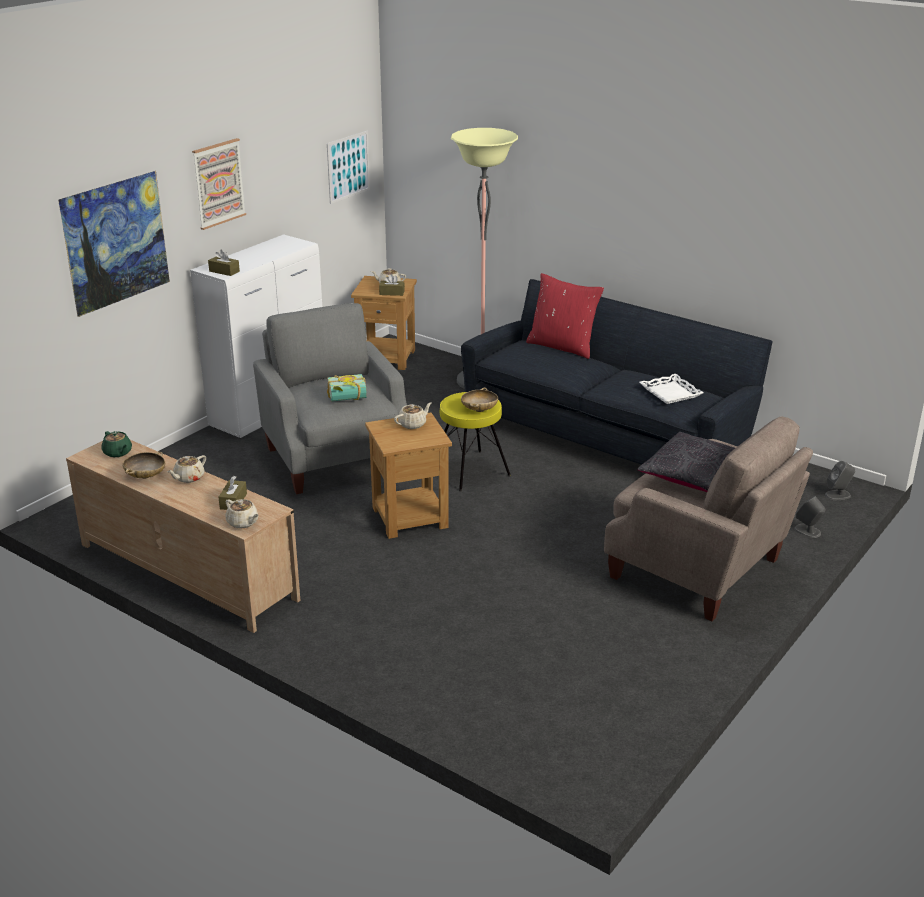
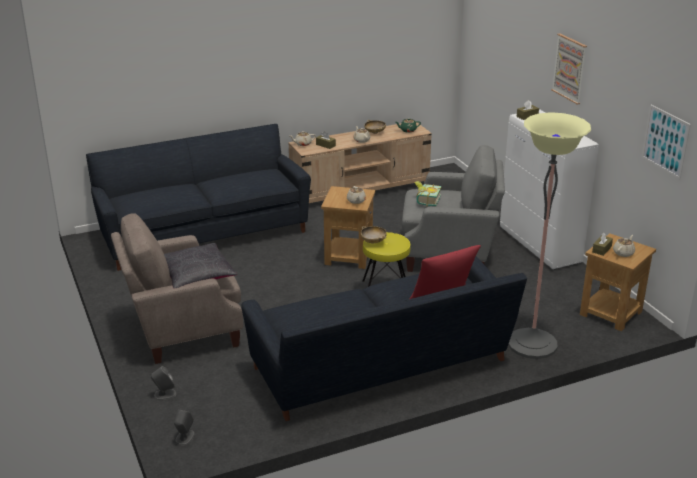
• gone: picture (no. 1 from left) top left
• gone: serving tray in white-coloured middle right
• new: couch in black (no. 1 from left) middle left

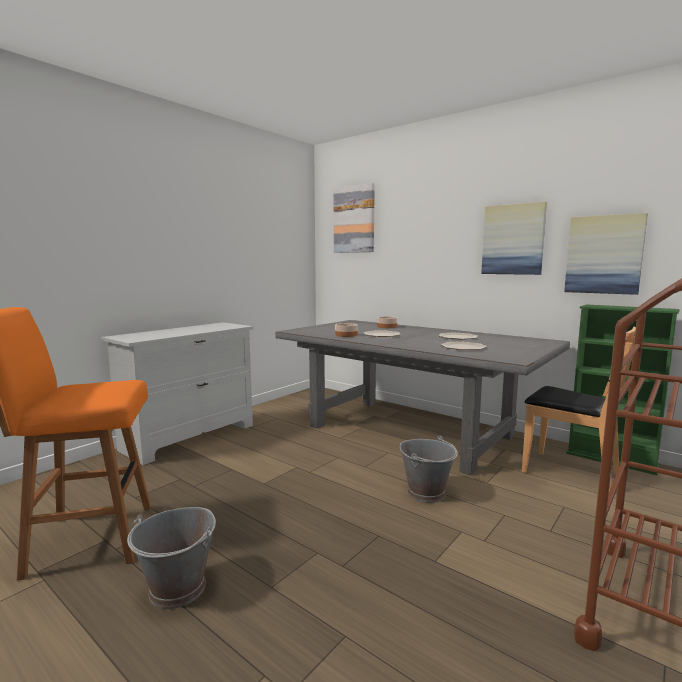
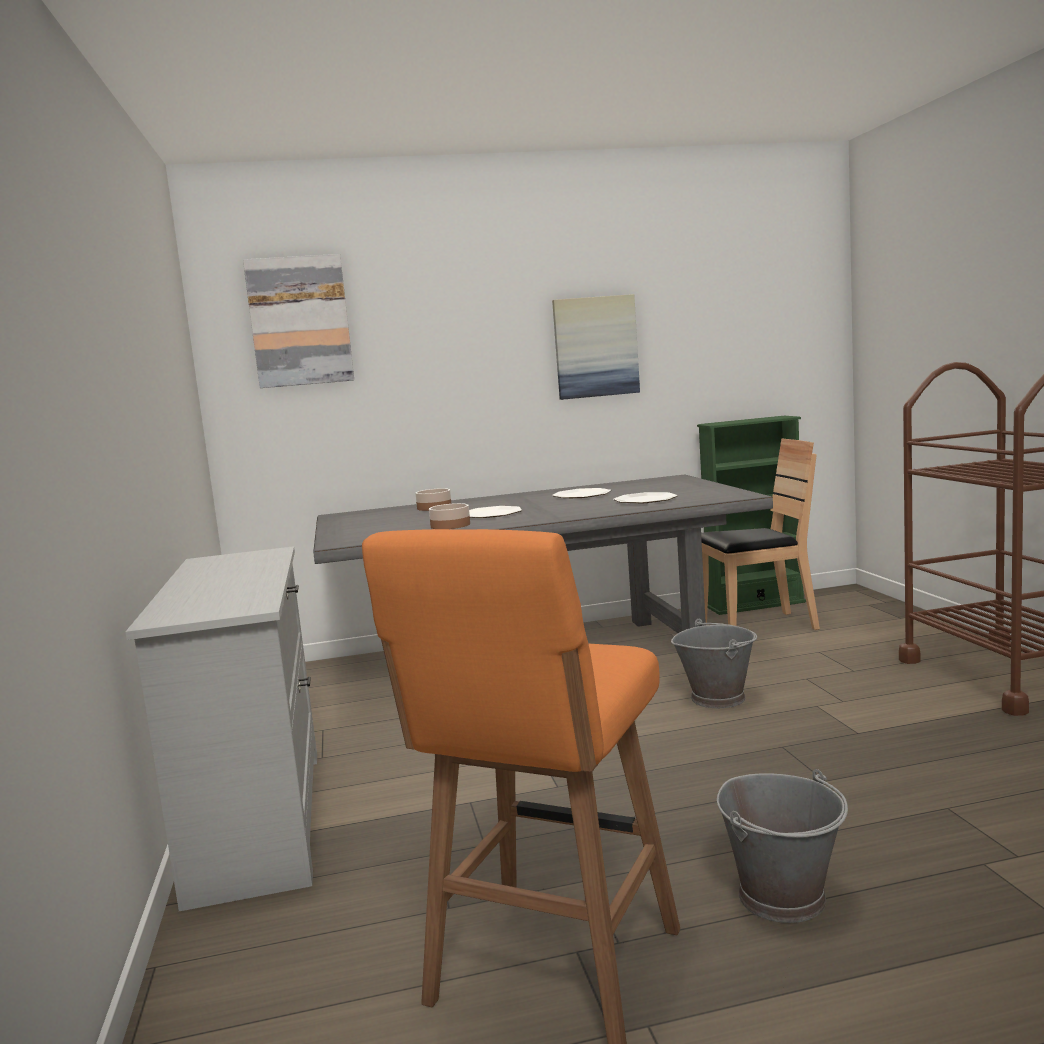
• gone: picture (no. 3 from left) middle right

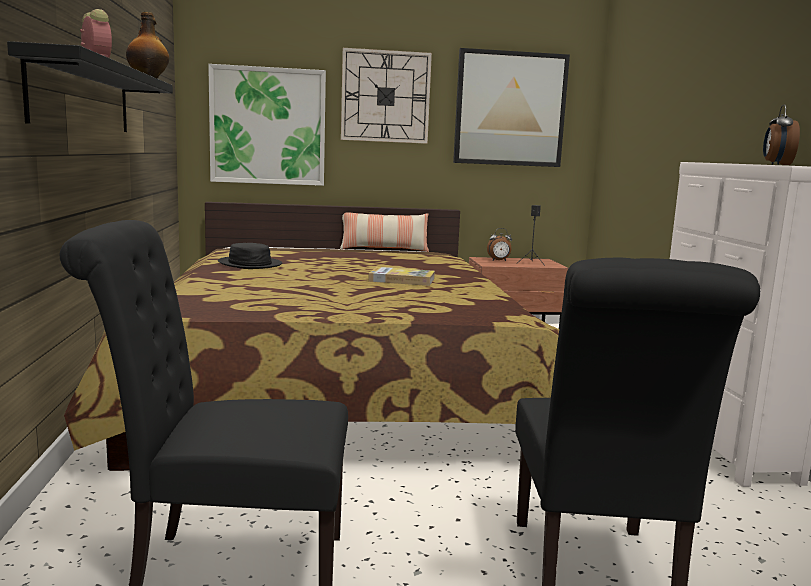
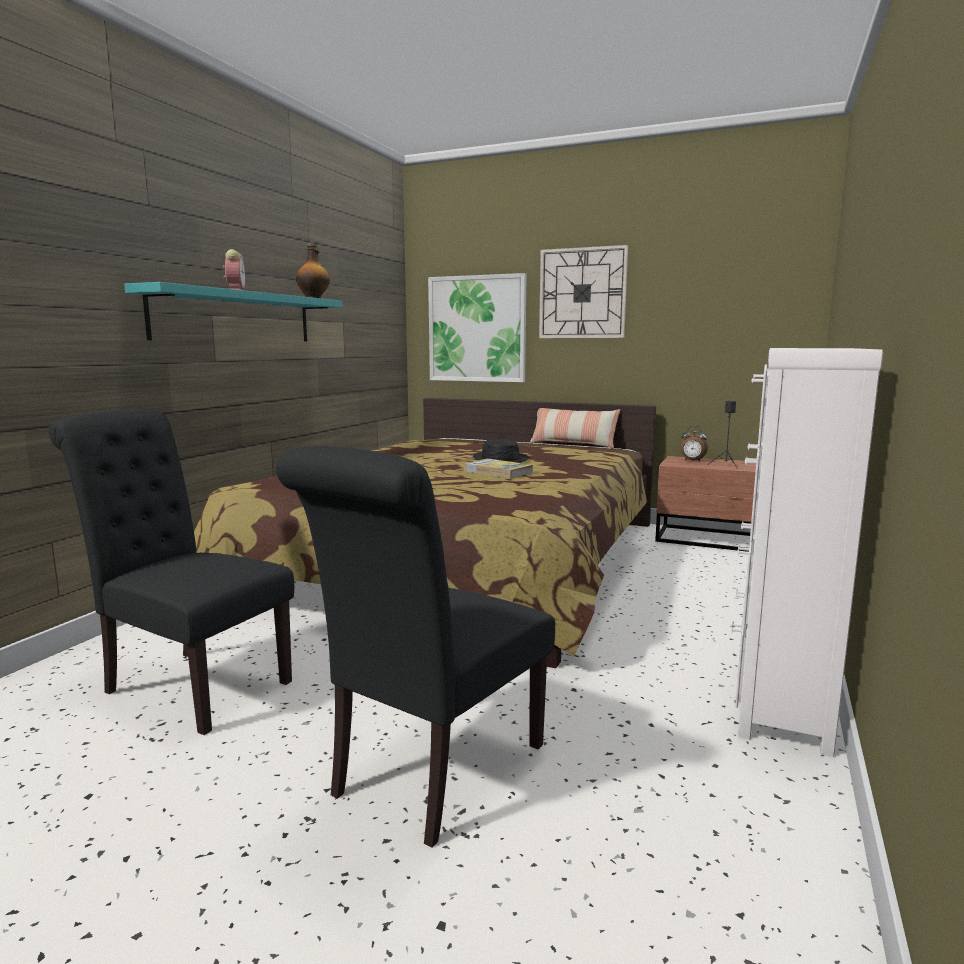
• repainted: shelf in black top left to shelf in turquoise top left
• shifted: hat in black middle left to centre
• gone: picture (no. 2 from left) top centre
• gone: table clock (no. 3 from left) top right

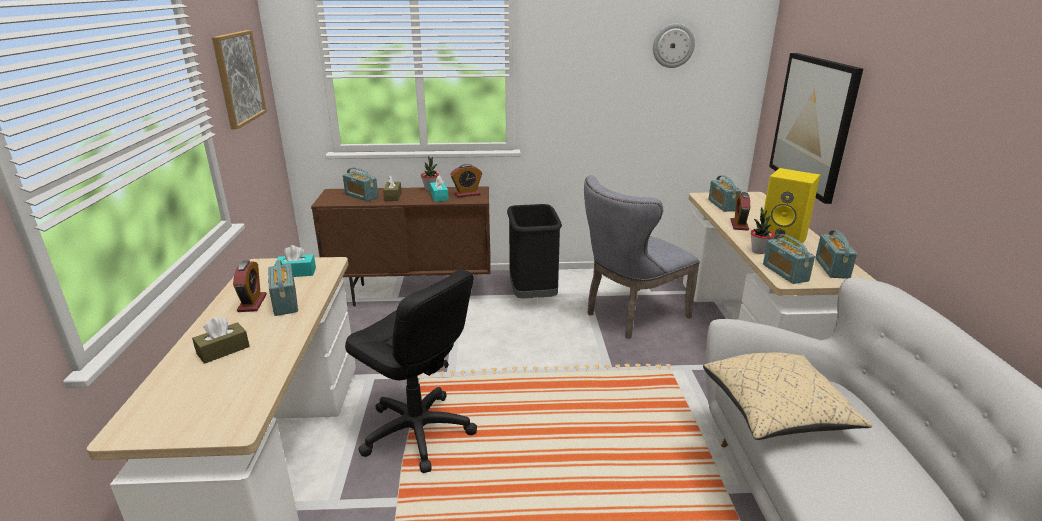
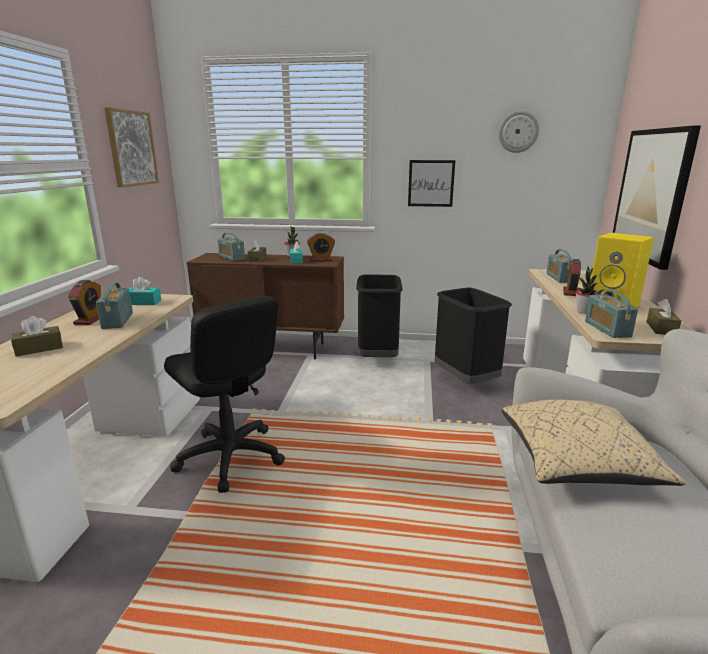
• swapped: plain chair in grey centre to waste bin in black (no. 2 from left) middle right
• swapped: radio receiver (no. 5 from left) middle right to tissue holder in brownish (no. 3 from left) middle right
• new: picture (no. 2 from left) top centre

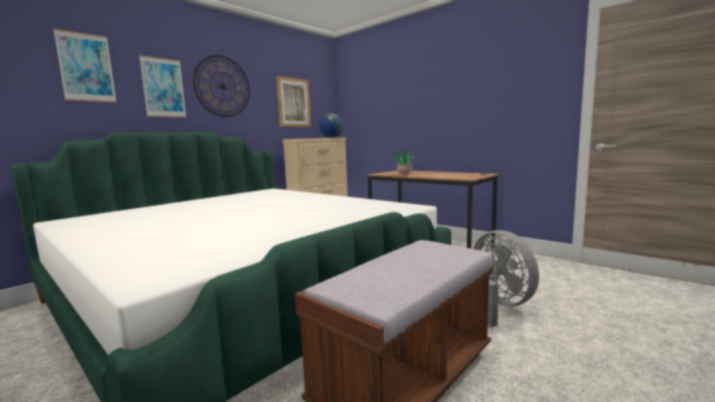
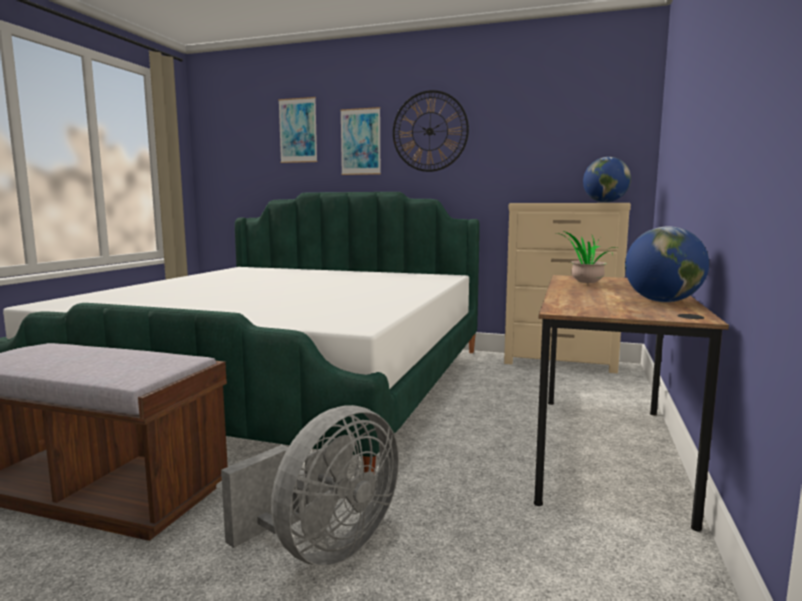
• gone: picture (no. 3 from left) top centre
• new: desk globe (no. 2 from left) middle right

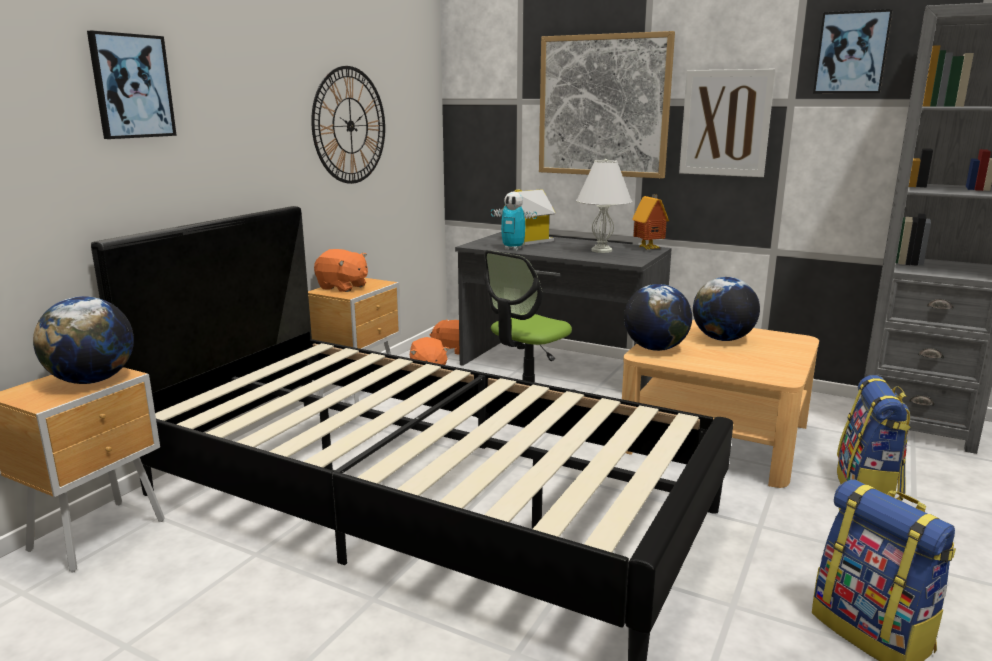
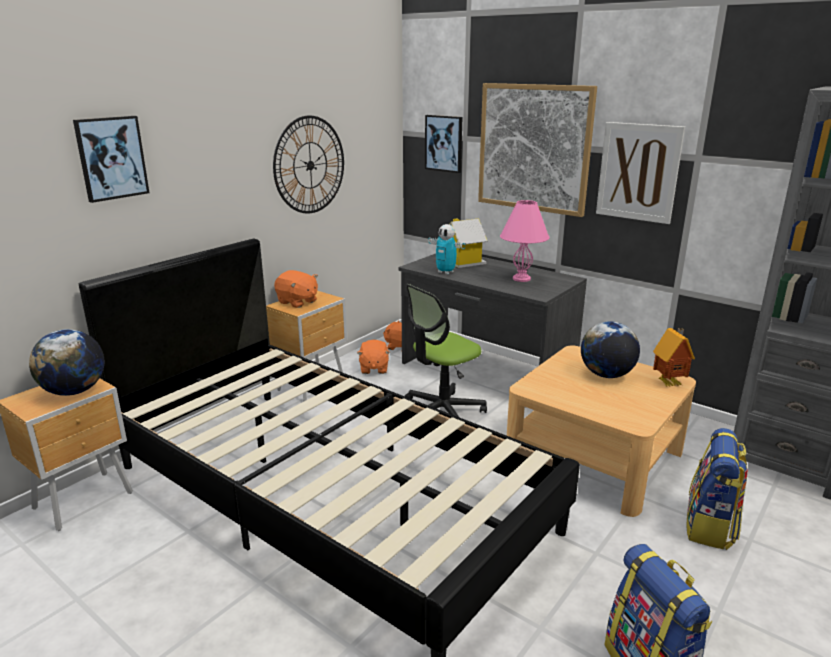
• repainted: table lamp in white-coloured top centre to table lamp in pinkish centre
• gone: desk globe (no. 2 from left) centre
• shifted: miniature house (no. 2 from left) centre to middle right
• shifted: picture (no. 4 from left in the first image) top right to picture (no. 2 from left) top centre

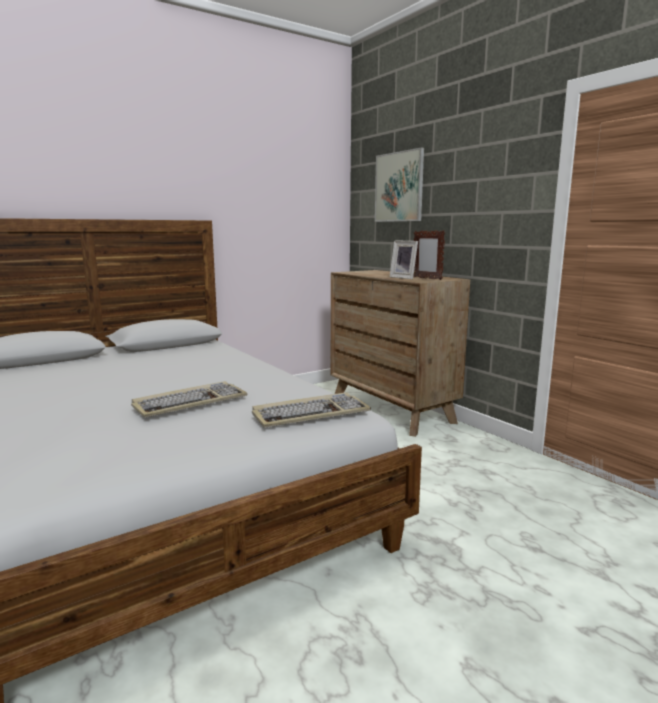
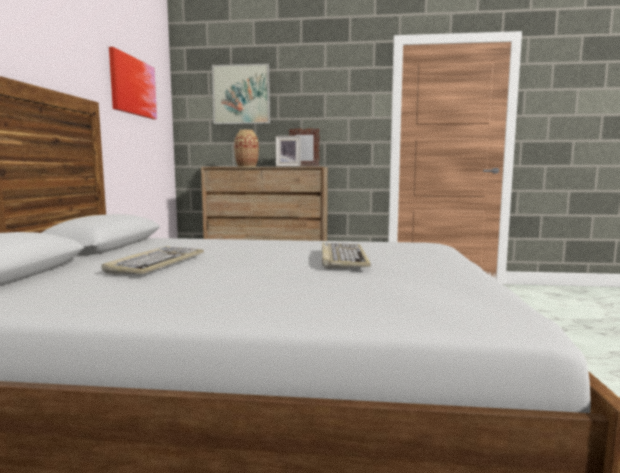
• shifted: computer keyboard (no. 2 from left in the first image) centre to computer keyboard (no. 1 from left) middle left
• new: picture (no. 1 from left) top left
• new: vase top centre

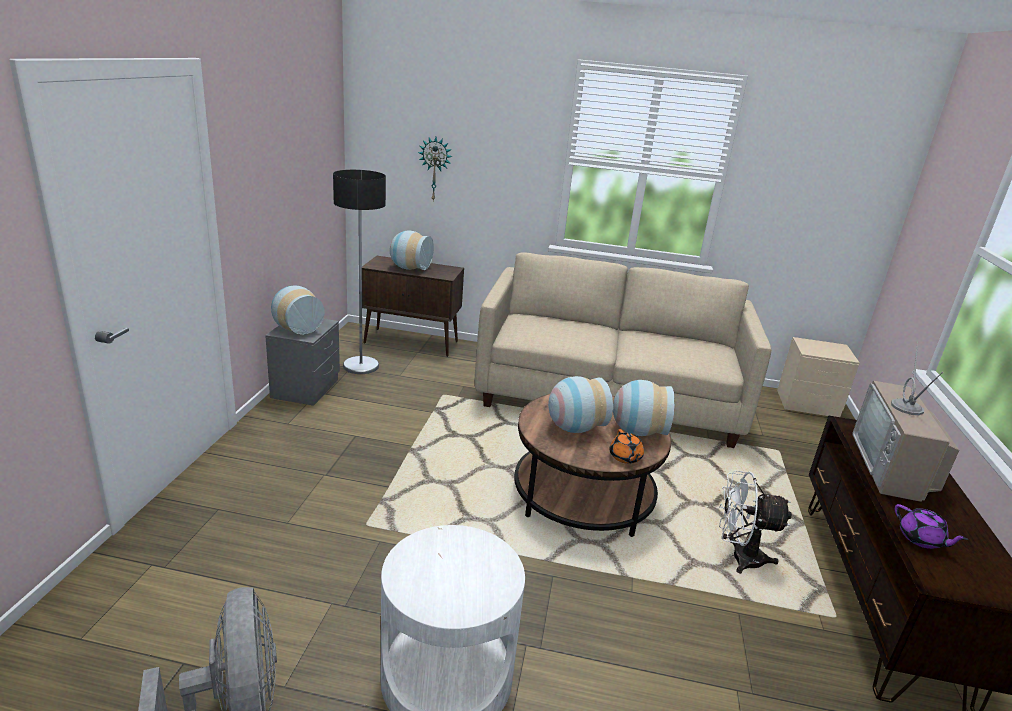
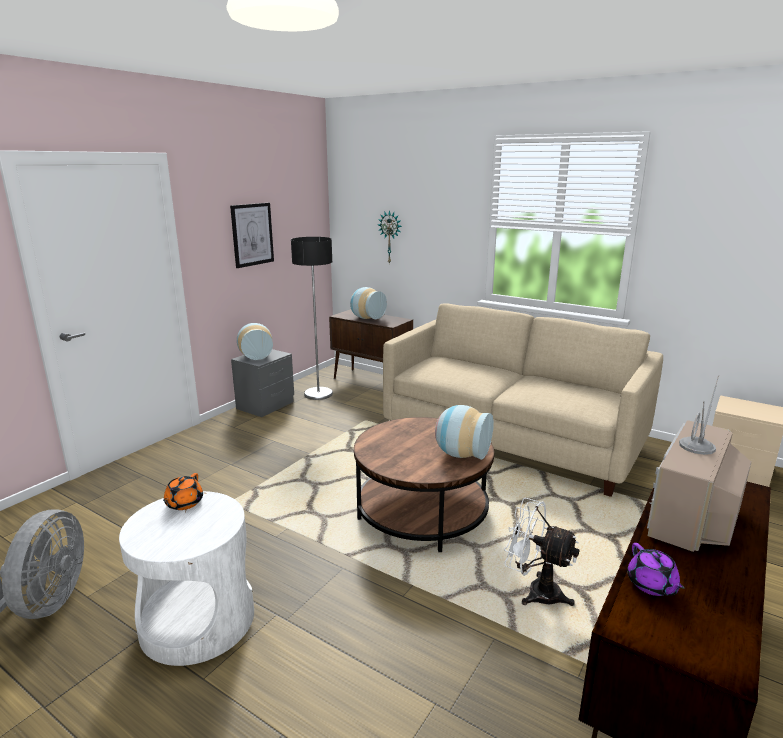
• gone: vase (no. 3 from left) centre
• shifted: tea pot in orange centre to middle left
• new: picture top left

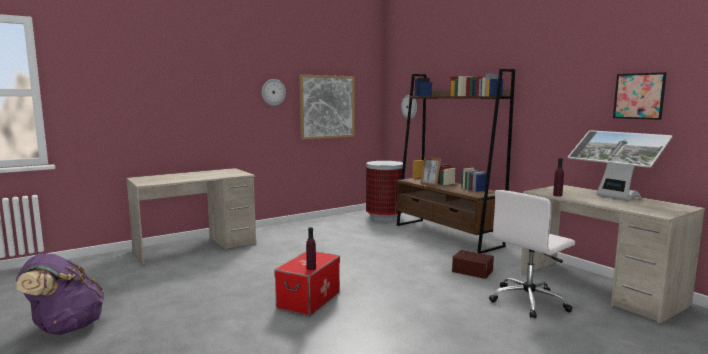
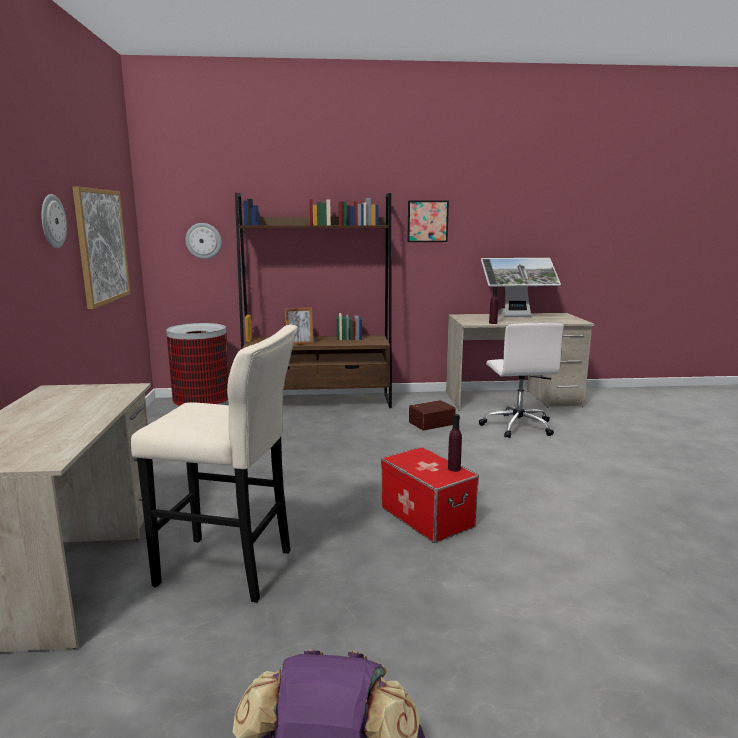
• shifted: picture (no. 2 from left) top right to top centre
• new: sitting stool in beige-coloured middle left

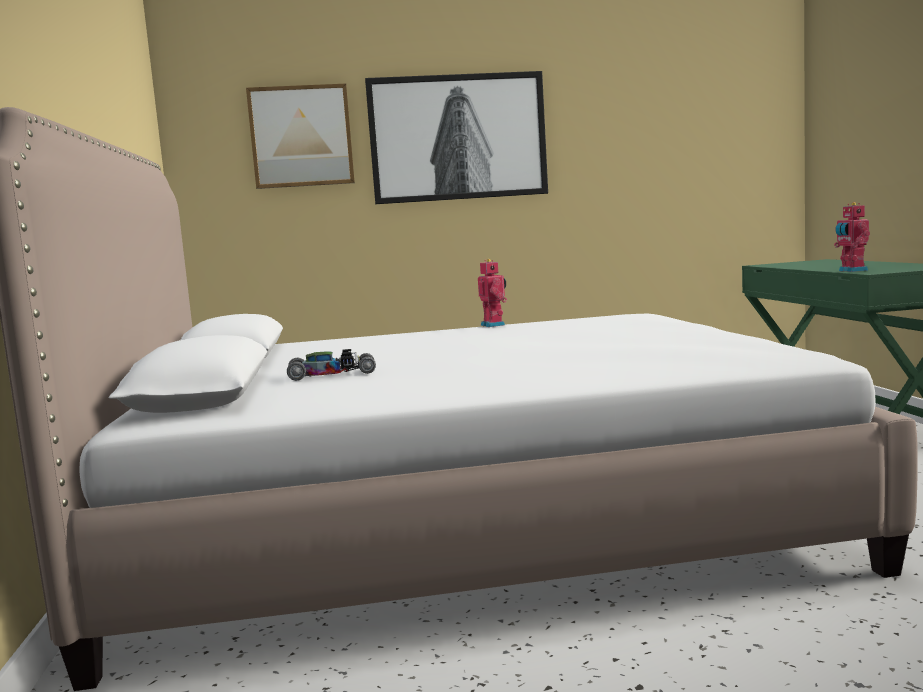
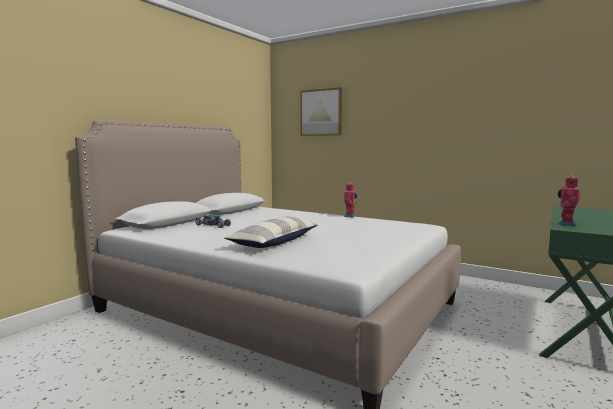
• gone: picture (no. 2 from left) top centre
• new: pillow centre

